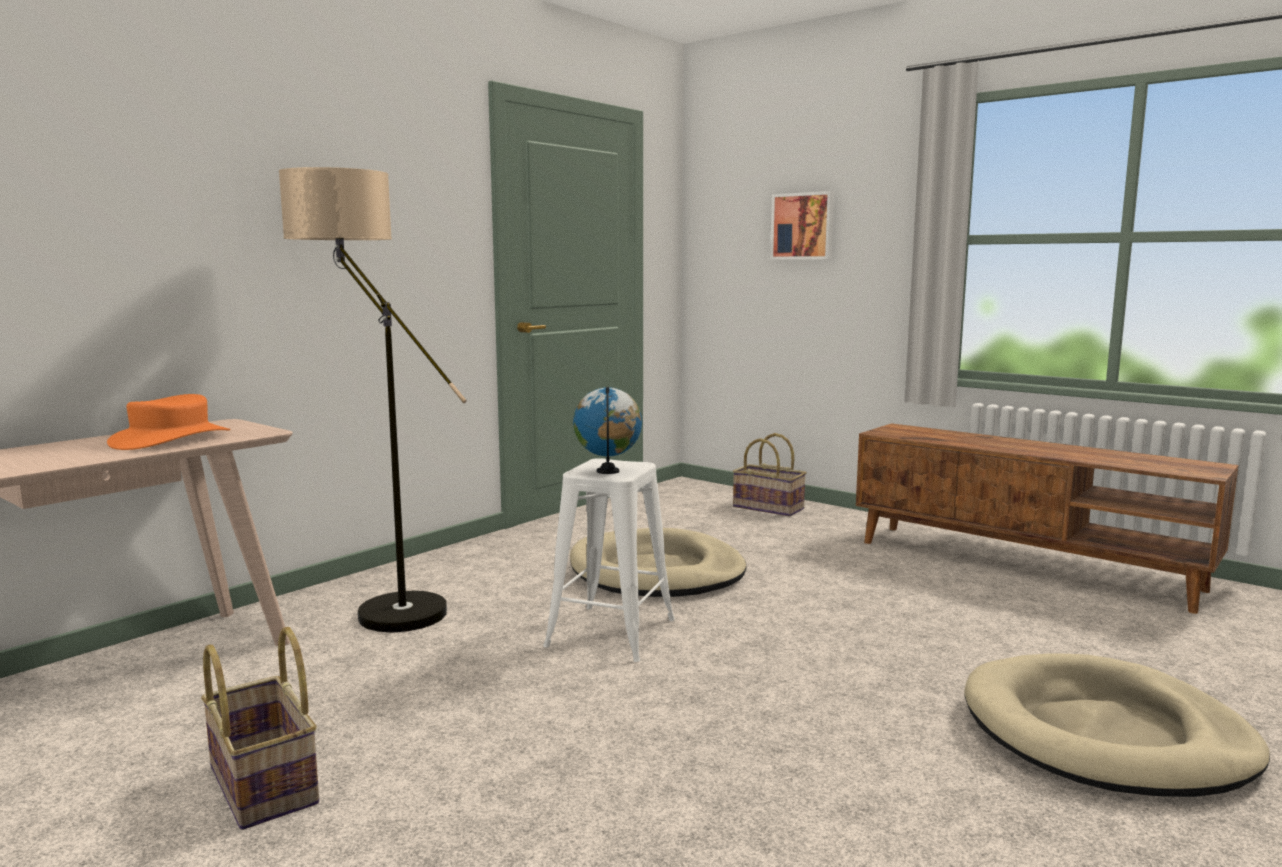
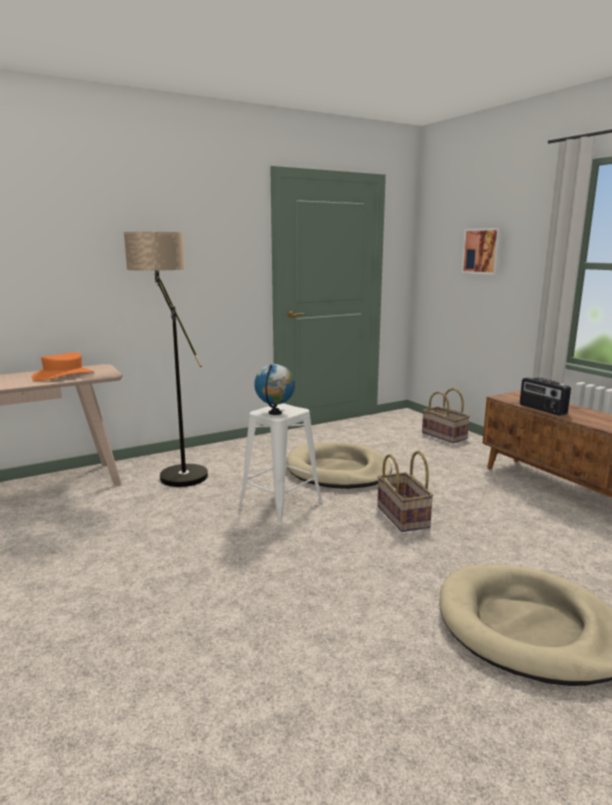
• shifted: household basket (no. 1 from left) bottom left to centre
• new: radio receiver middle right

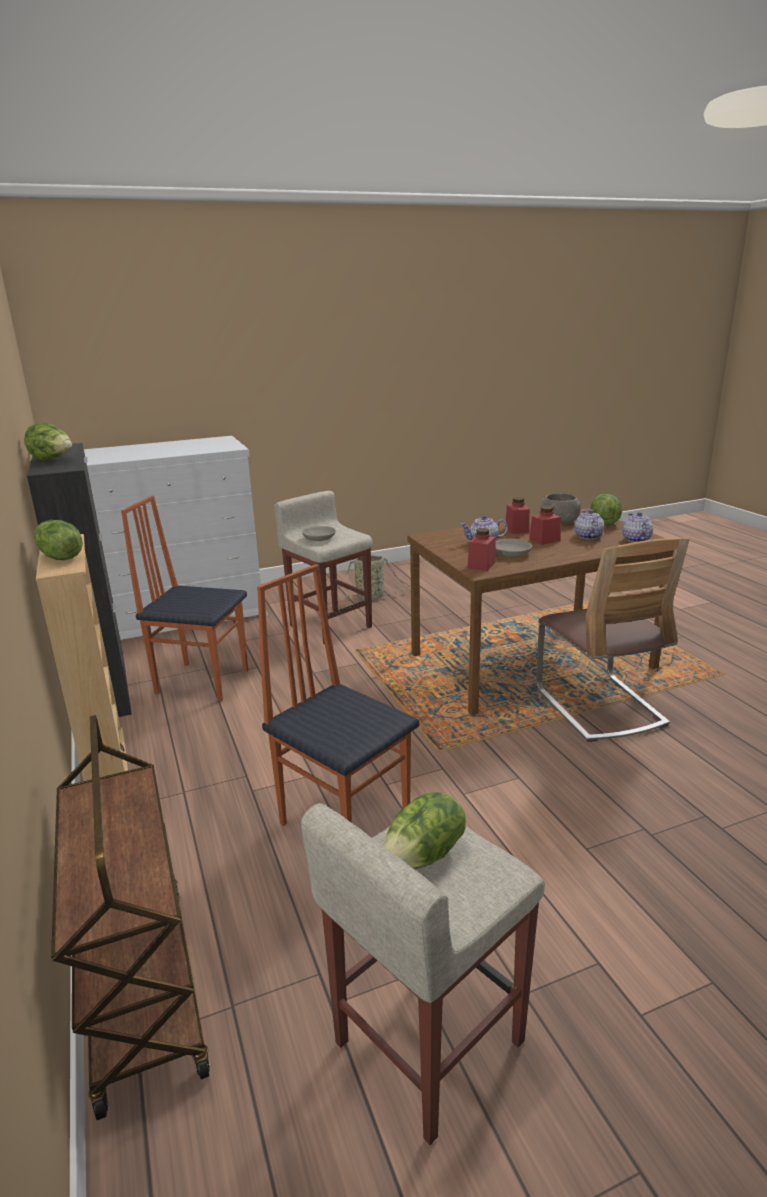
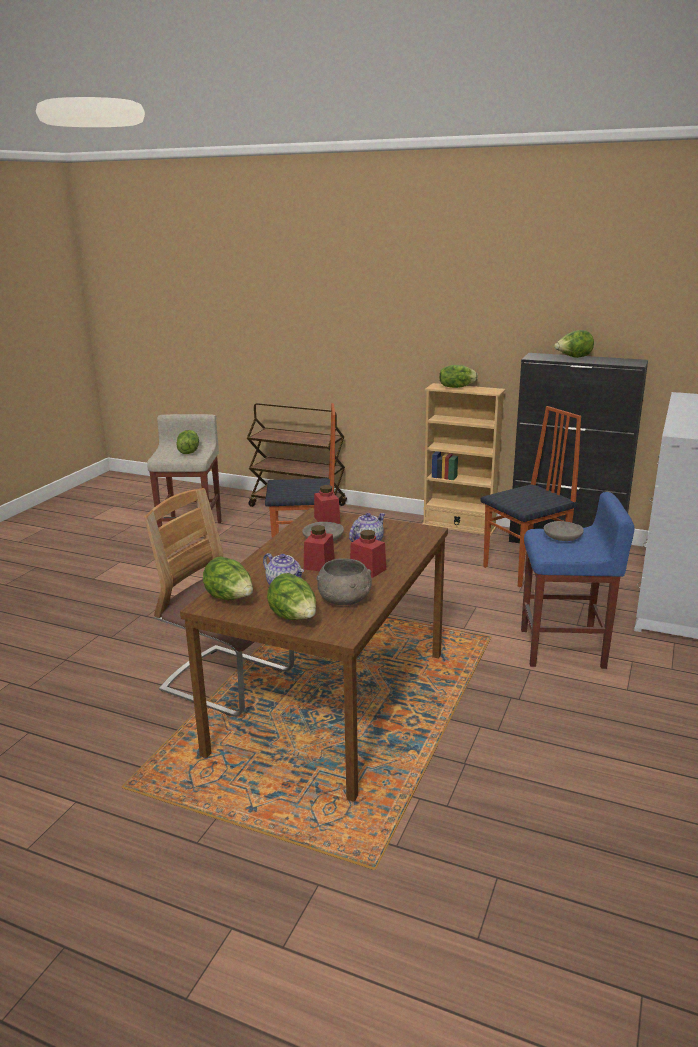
• repainted: sitting stool in beige-coloured (no. 1 from left) centre to sitting stool in blue middle right
• gone: household basket centre
• swapped: tea pot (no. 3 from left) middle right to lettuce head (no. 2 from left) middle left

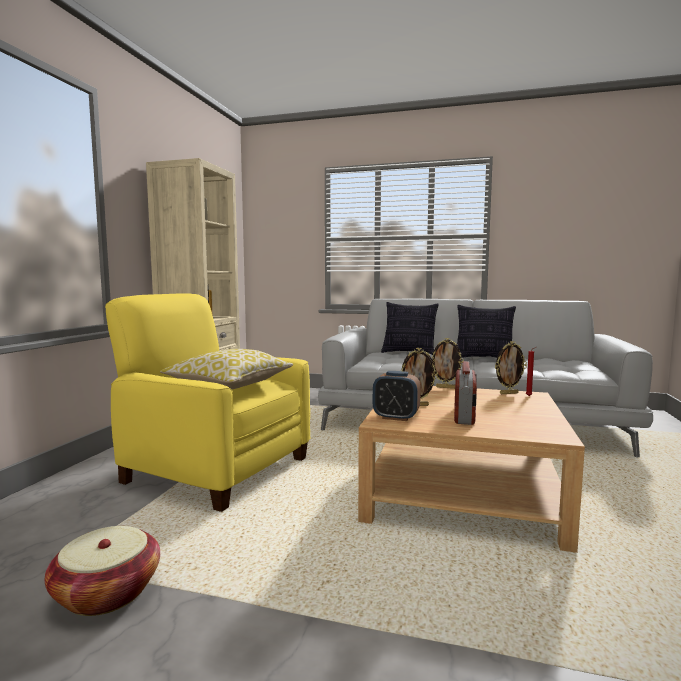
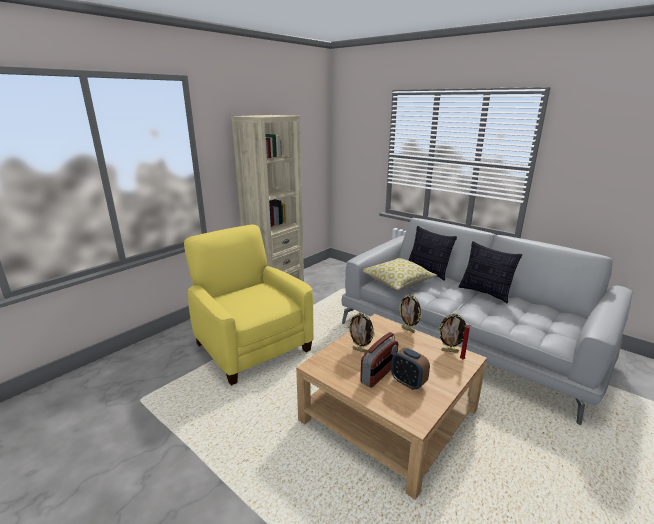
• gone: household basket bottom left
• shifted: pillow (no. 1 from left) middle left to centre
• shifted: table clock centre to bottom centre

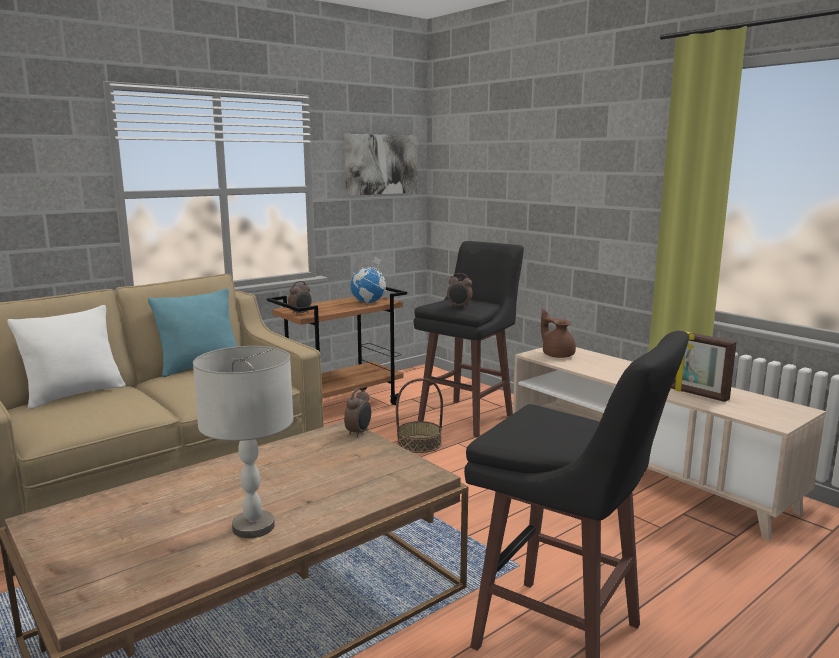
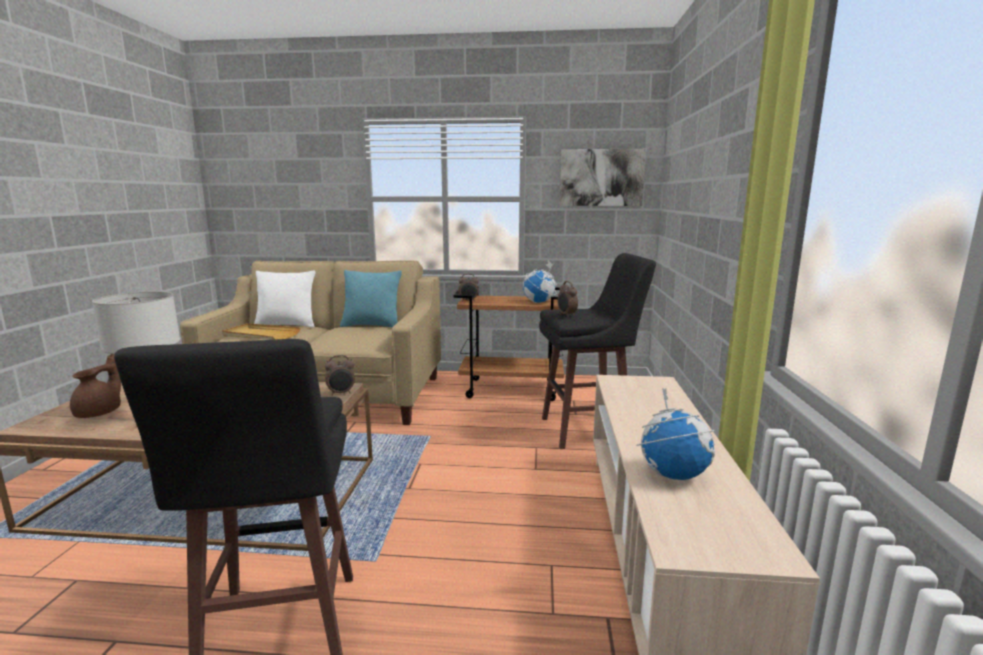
• gone: household basket centre
• shifted: tea pot in brownish centre to middle left
• swapped: photo frame middle right to desk globe (no. 2 from left) middle right
• new: serving tray in beige-coloured middle left

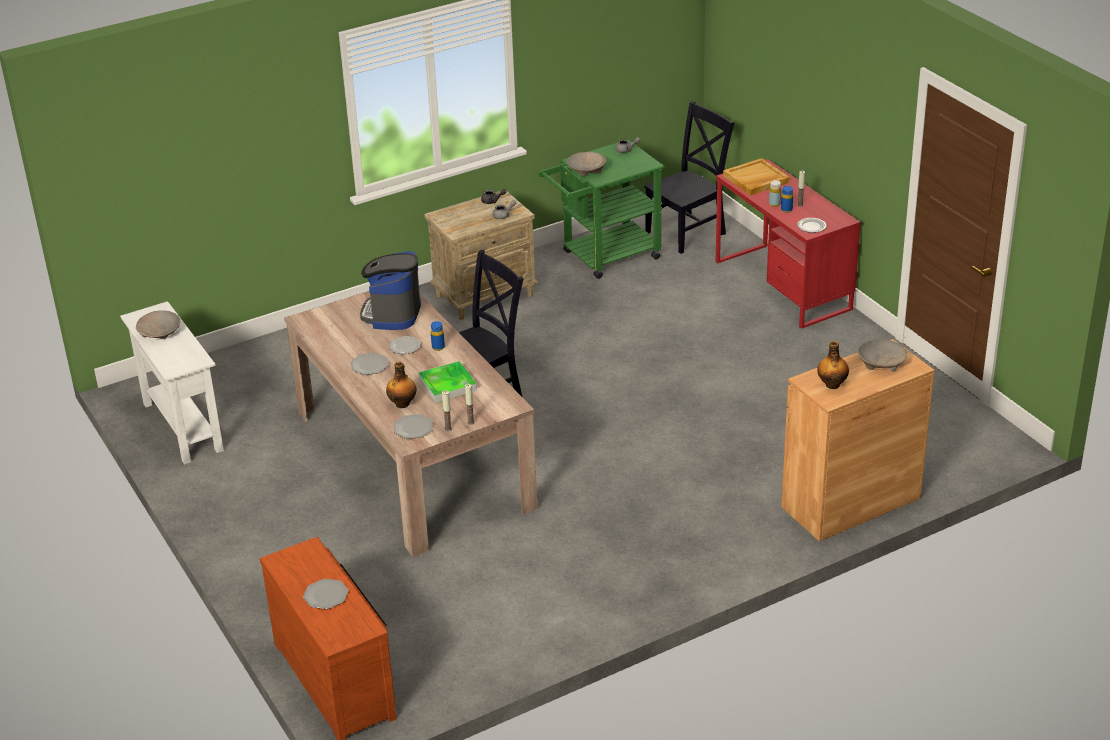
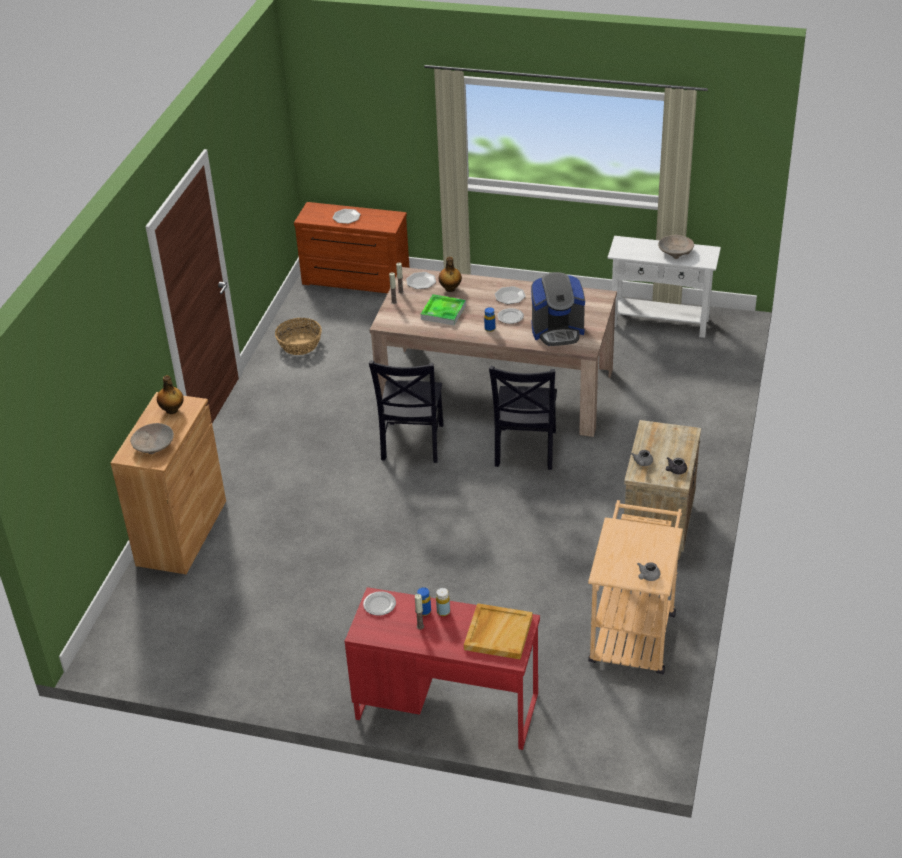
• rotated: coffee maker centre = centre 120 degrees clockwise
• repainted: wheeled cart in green top centre to wheeled cart in beige-coloured bottom right
• gone: serving bowl in beige-coloured (no. 2 from left) top centre
• shifted: plain chair in black (no. 2 from left in the first image) top centre to plain chair in black (no. 1 from left) centre
• new: household basket middle left

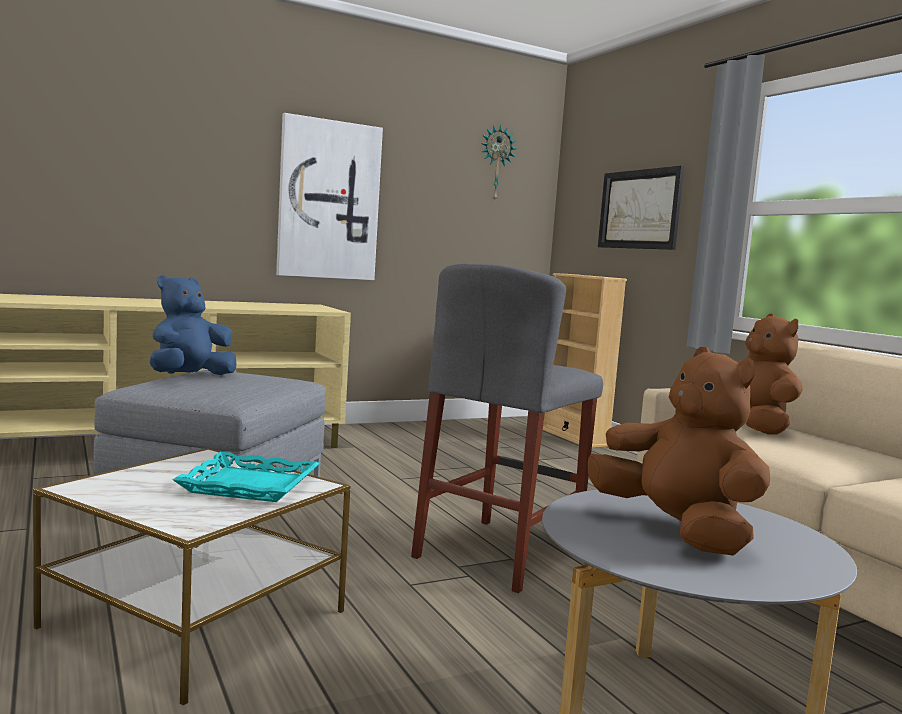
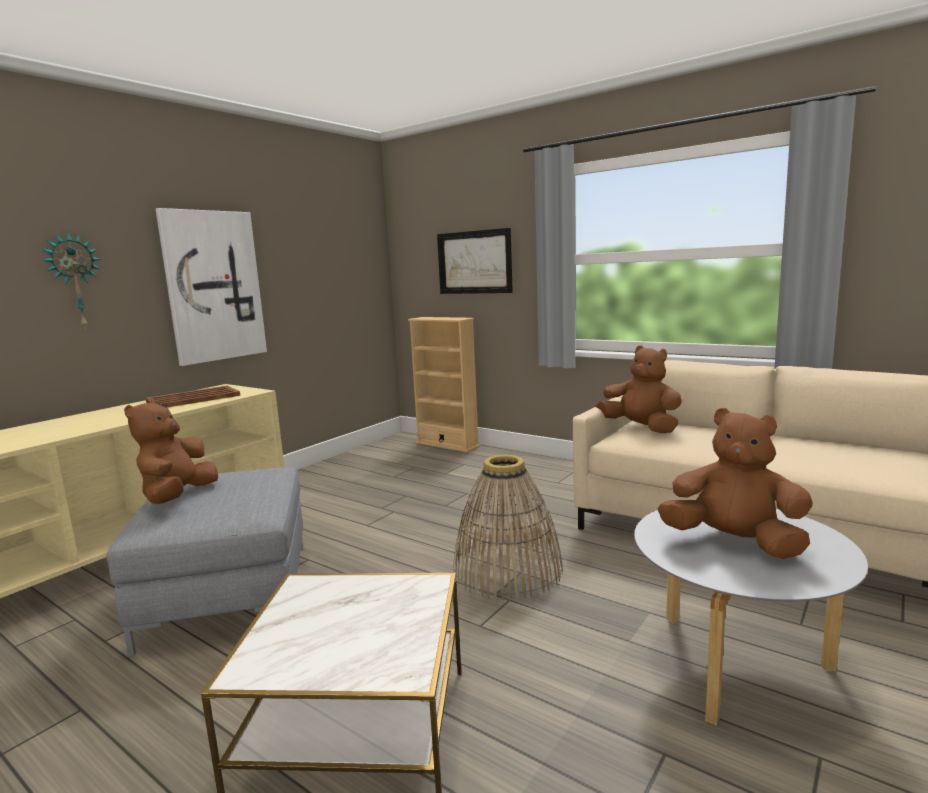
• repainted: plush toy in blue middle left to plush toy in brownish (no. 1 from left) middle left
• gone: serving tray in turquoise bottom left
• swapped: sitting stool in grey centre to household basket centre
• shifted: hanging clock top centre to middle left
• new: serving tray in brownish middle left

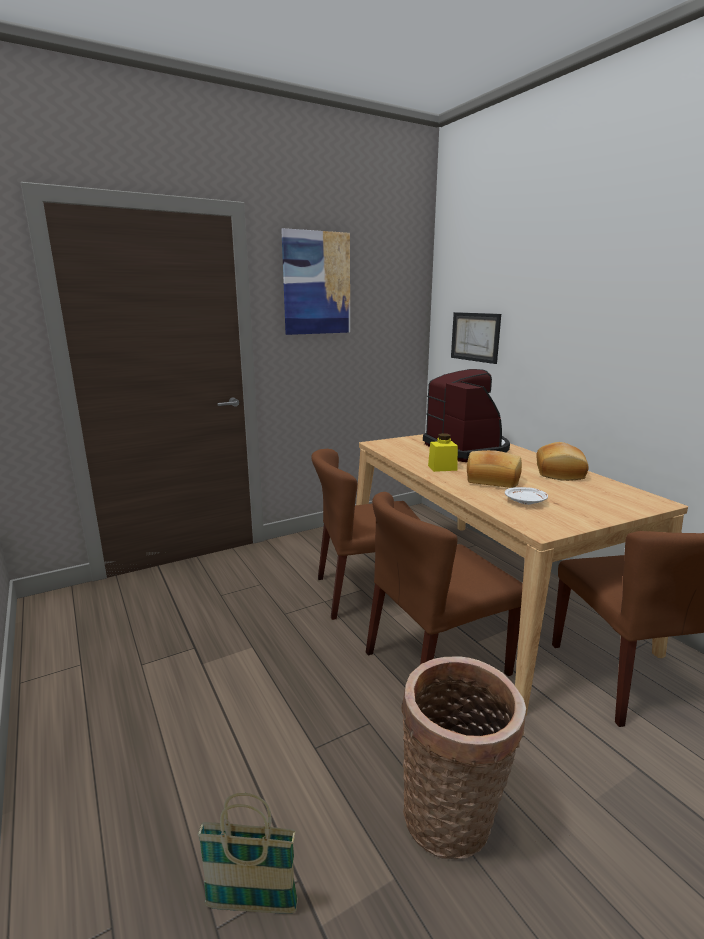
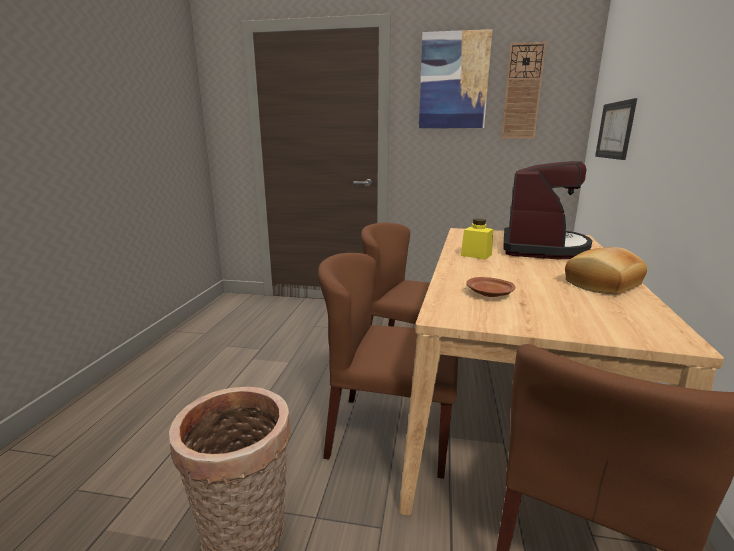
• gone: household basket (no. 1 from left) bottom centre
• gone: baked bread (no. 1 from left) middle right
• repainted: flat dish in white-coloured middle right to flat dish in brownish middle right
• new: hanging clock top right

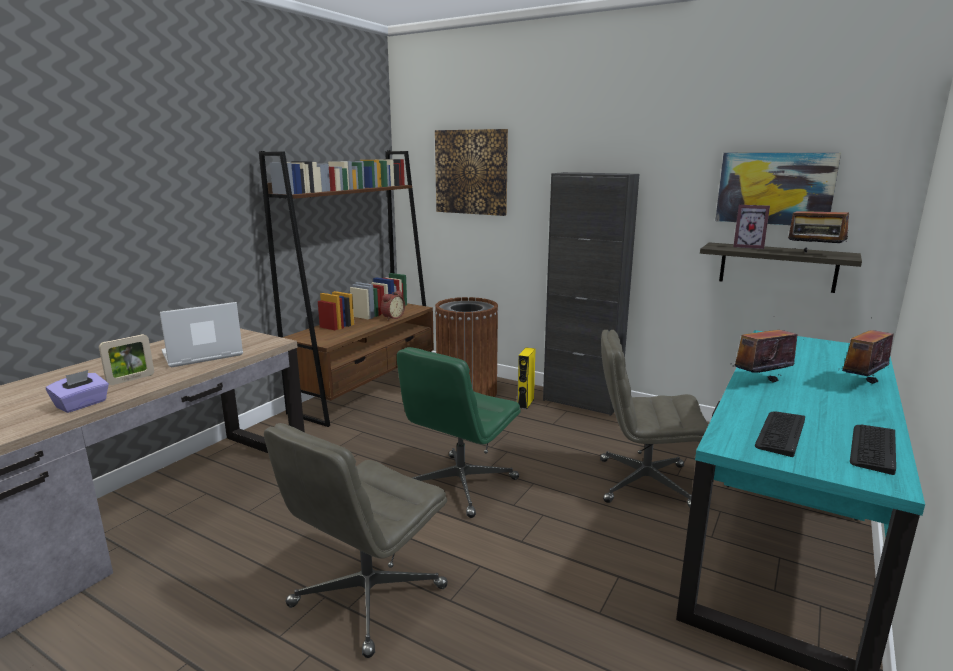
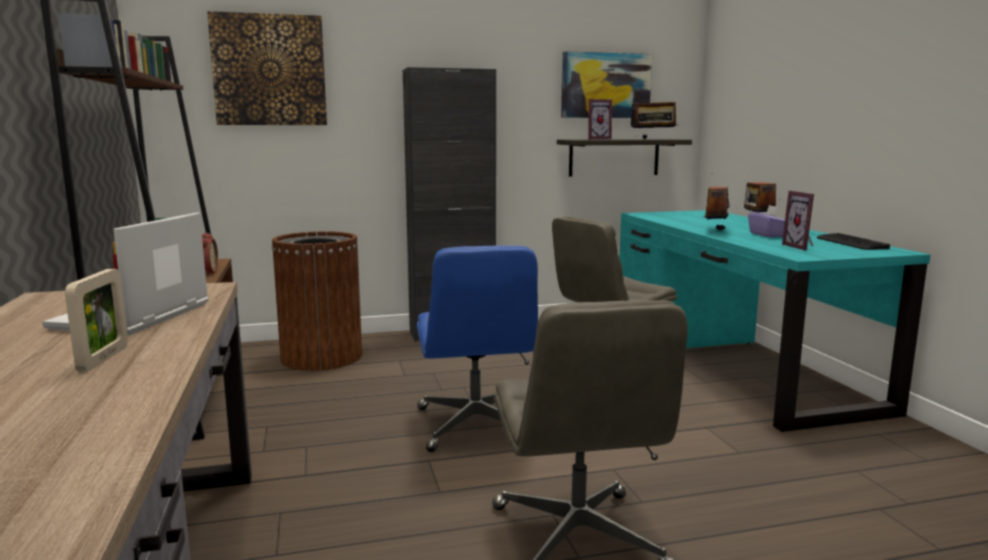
• shifted: tissue holder in purple-coloured middle left to middle right
• repainted: computer chair in green centre to computer chair in blue centre
• gone: loudspeaker in yellow centre
• swapped: computer keyboard (no. 1 from left) middle right to photo frame (no. 3 from left) middle right

